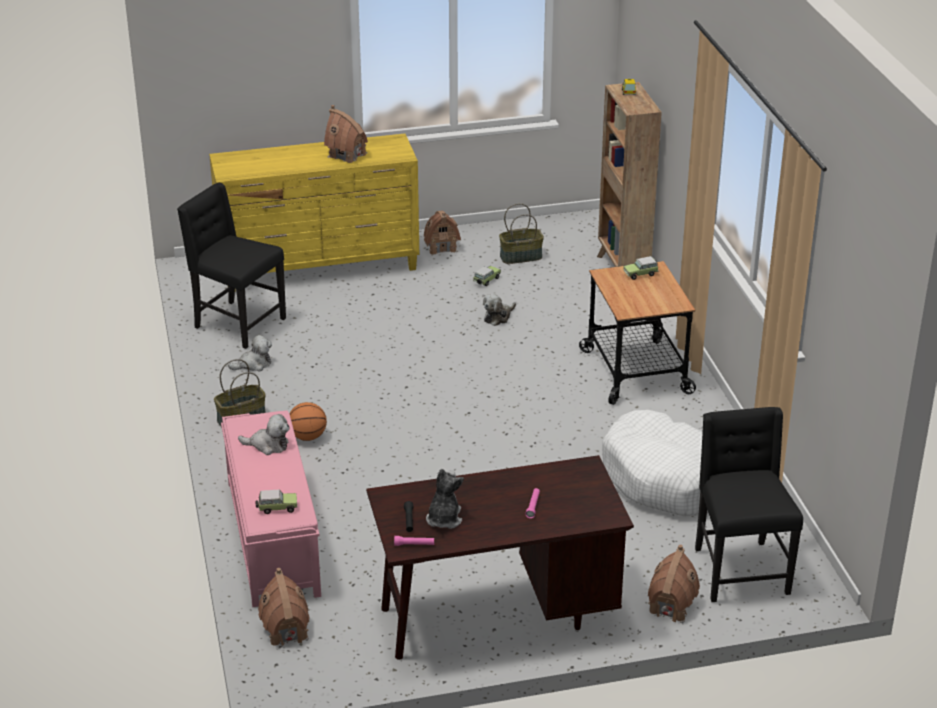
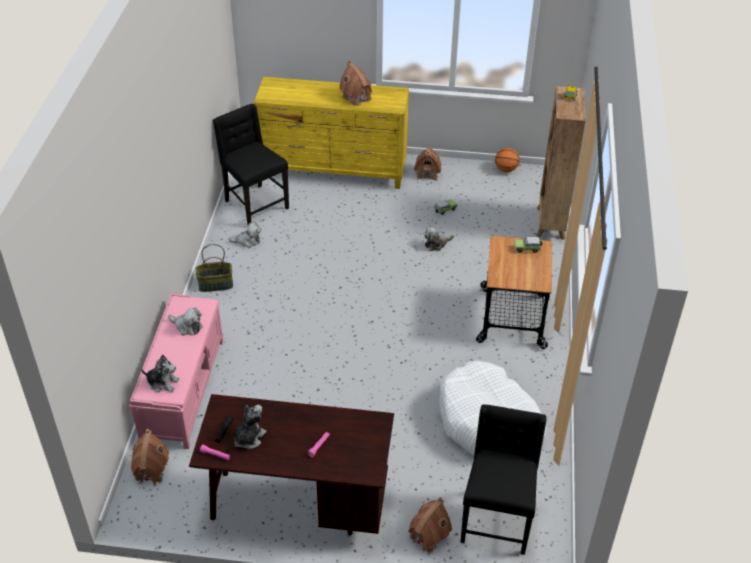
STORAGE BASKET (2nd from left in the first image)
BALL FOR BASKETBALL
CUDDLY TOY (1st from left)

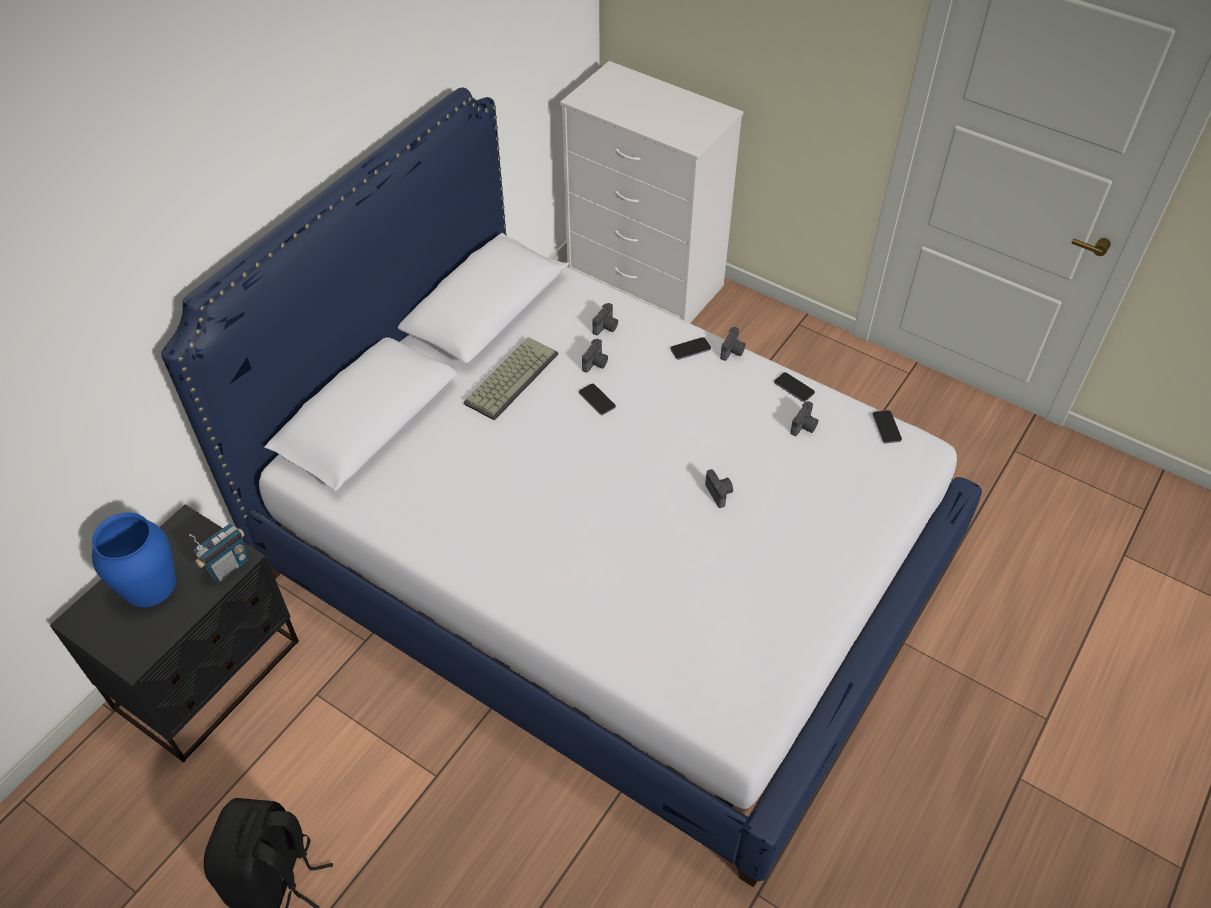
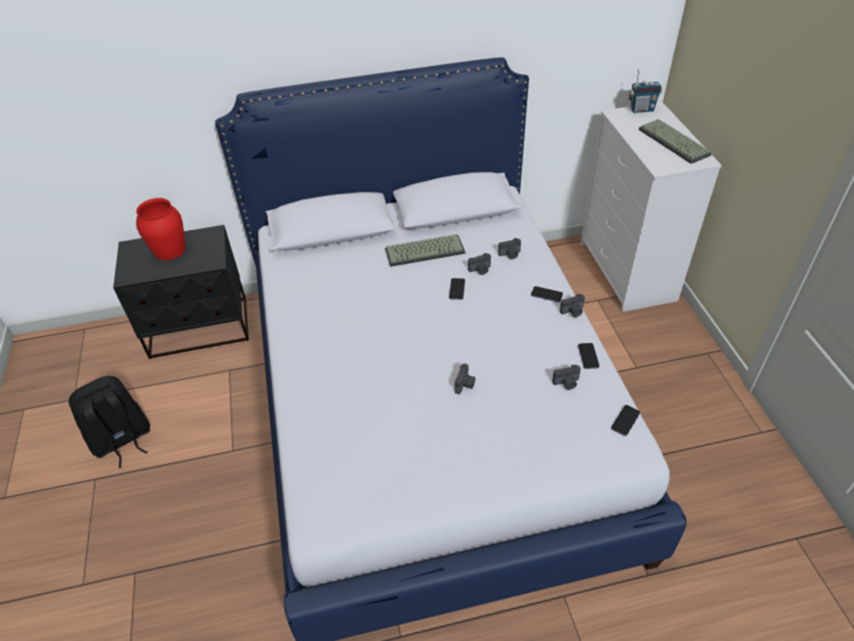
PC KEYBOARD (2nd from left)
RADIO SET
RED-COLOURED FLOWER VASE

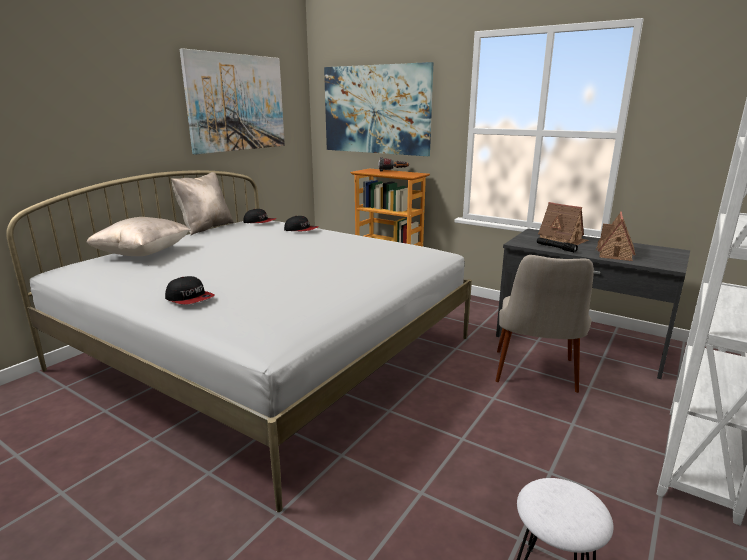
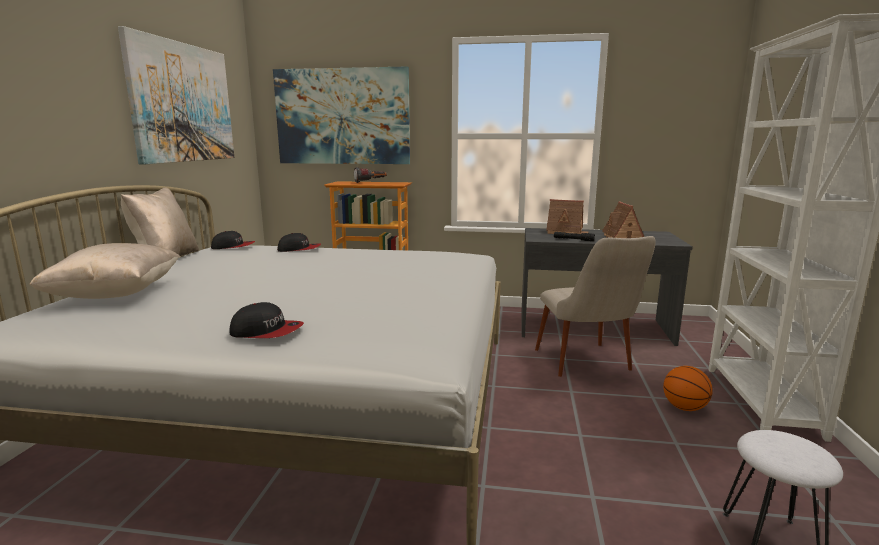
BALL FOR BASKETBALL

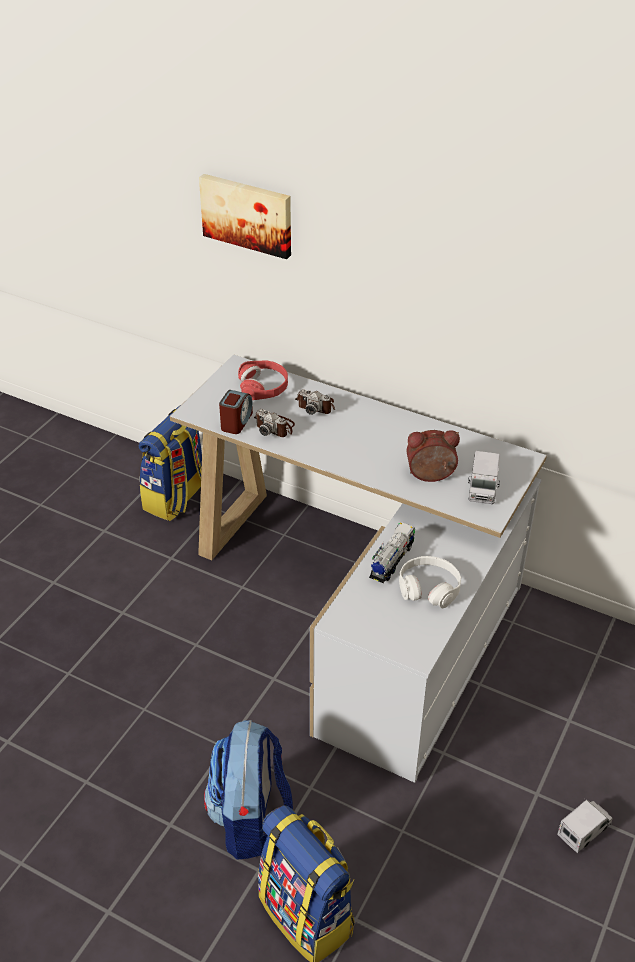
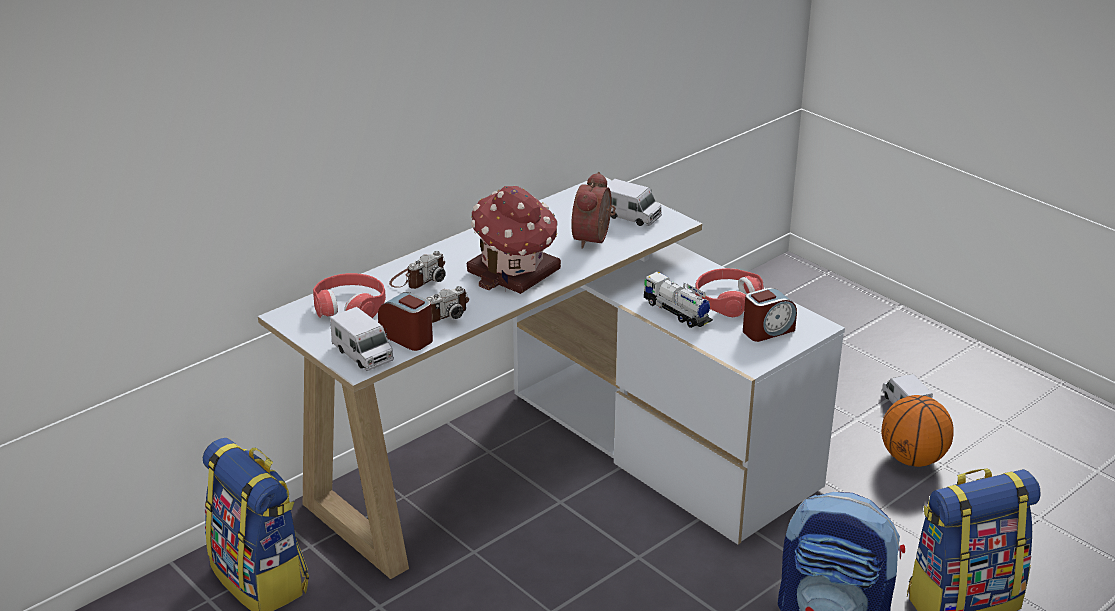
PICTURE
MODEL TRUCK (1st from left)
TOY HOUSE
BEDSIDE CLOCK (3rd from left)
BALL FOR BASKETBALL
RED-COLOURED PAIR OF HEADPHONES (2nd from left)

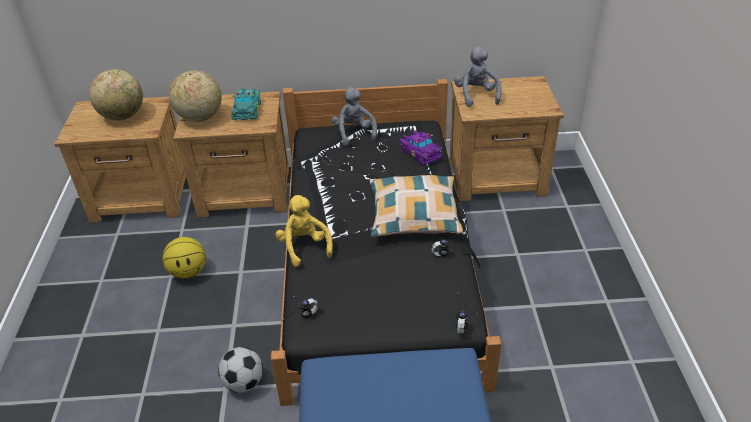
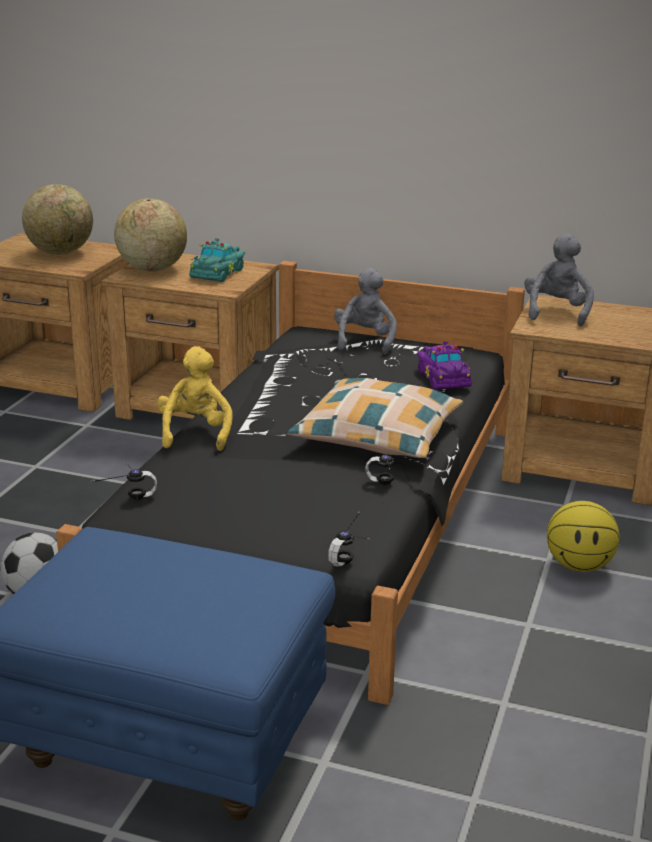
BALL FOR BASKETBALL

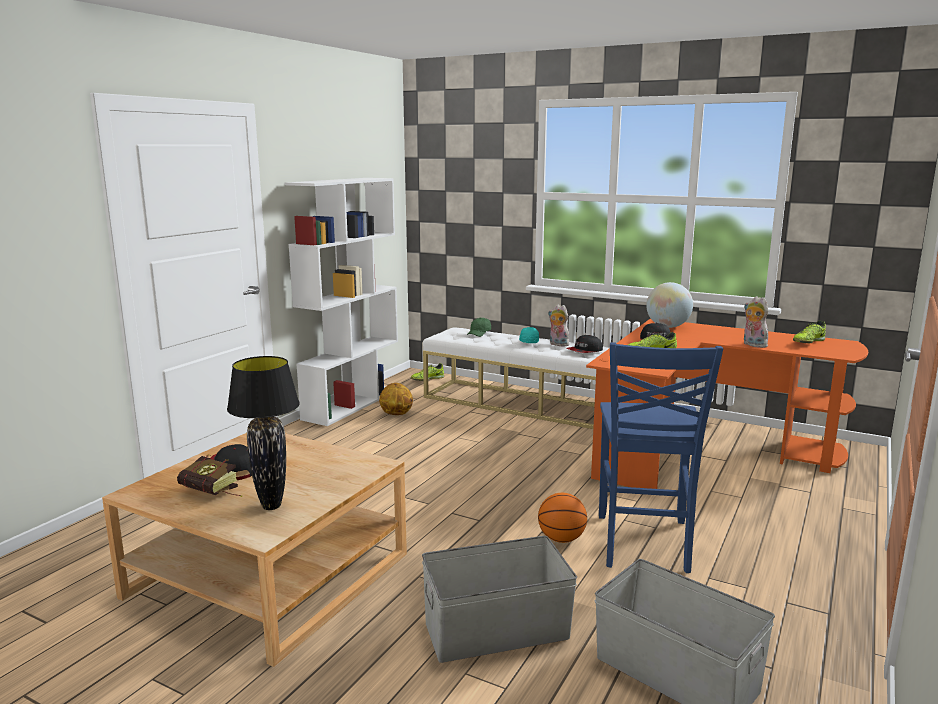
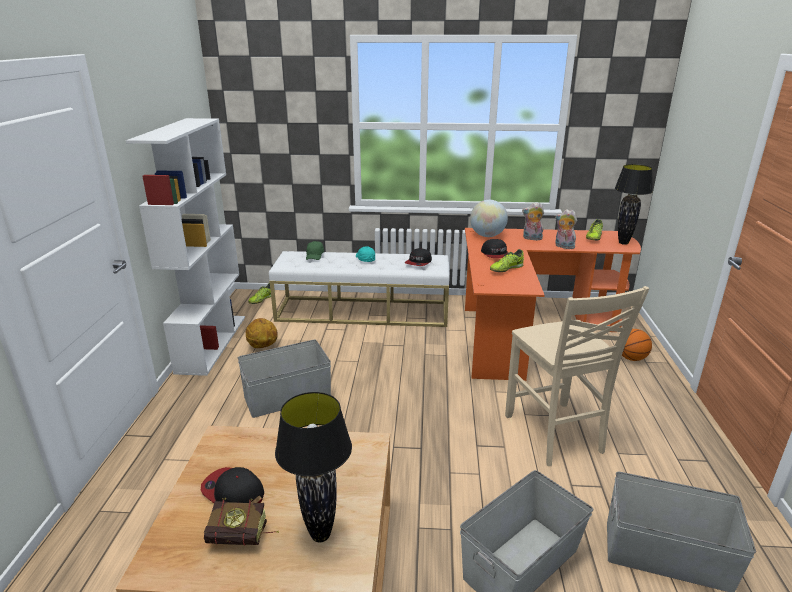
GREY STORAGE CONTAINER (1st from left)
BLACK LAMP FOR A TABLE (2nd from left)
BALL FOR BASKETBALL (2nd from left)
CUDDLY TOY (1st from left)
SAND-COLOURED CHAIR

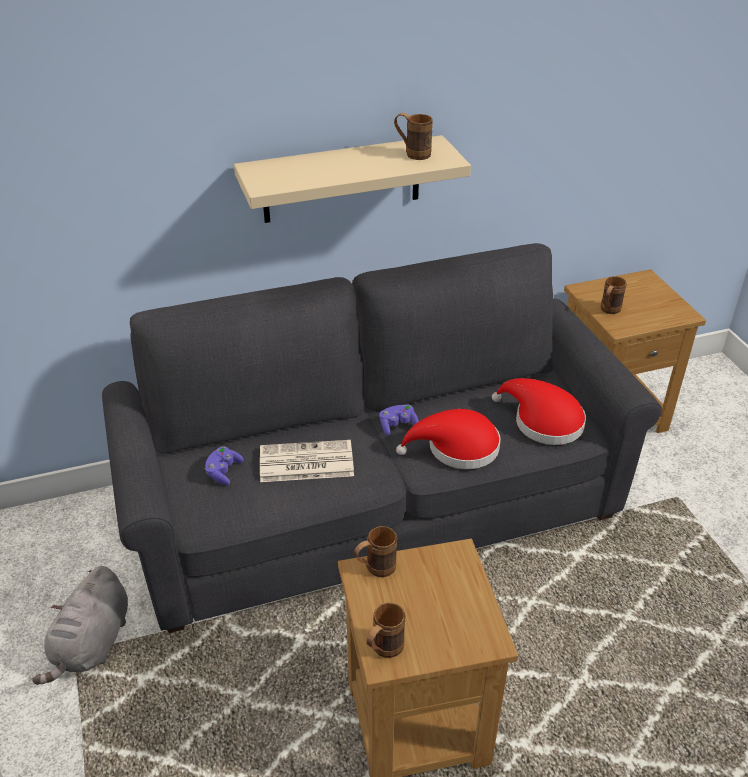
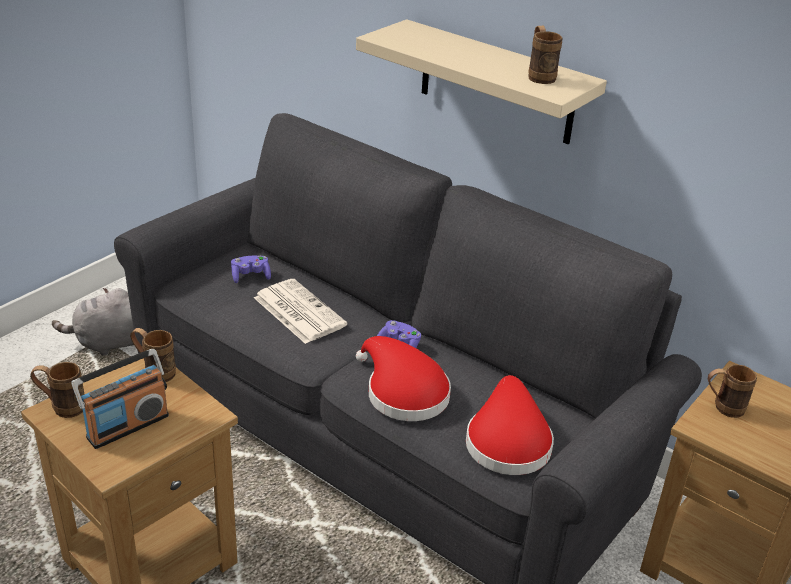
RADIO SET

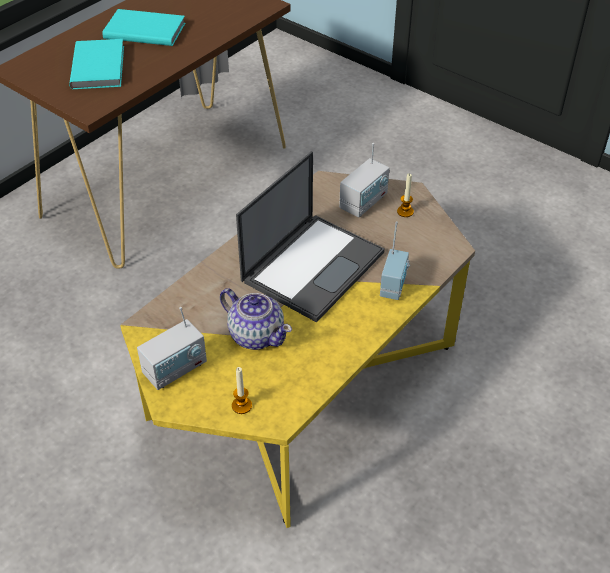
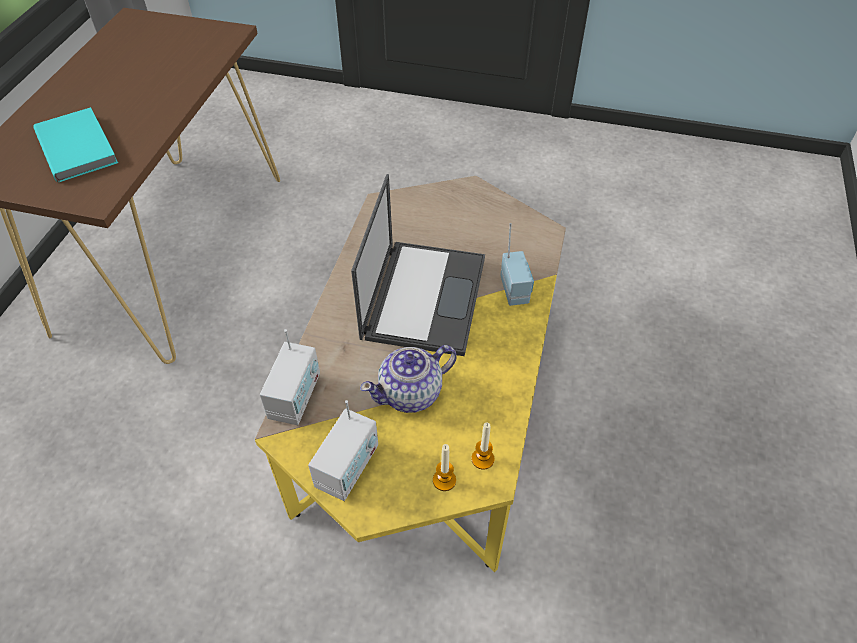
TURQUOISE BOUND BOOK (2nd from left in the first image)
RADIO SET (1st from left)
WAX LIGHT (2nd from left)
TEAPOT

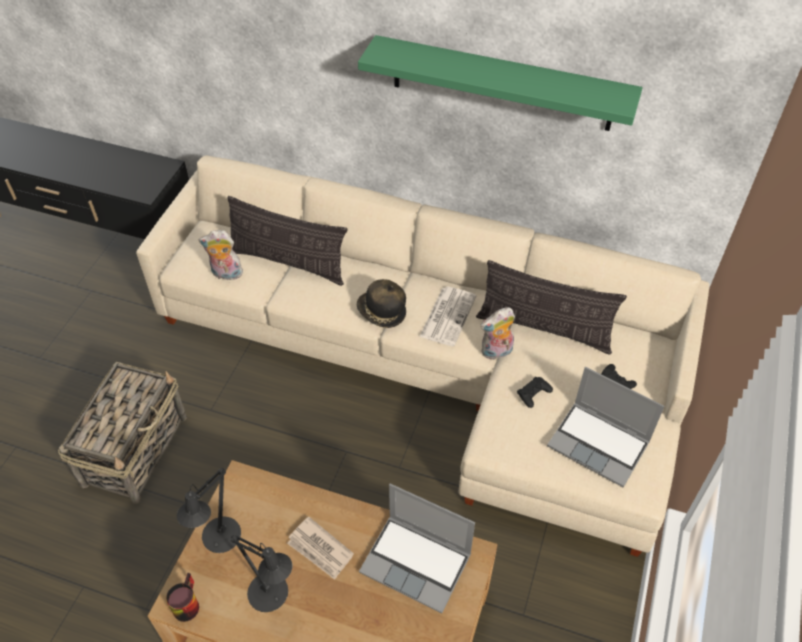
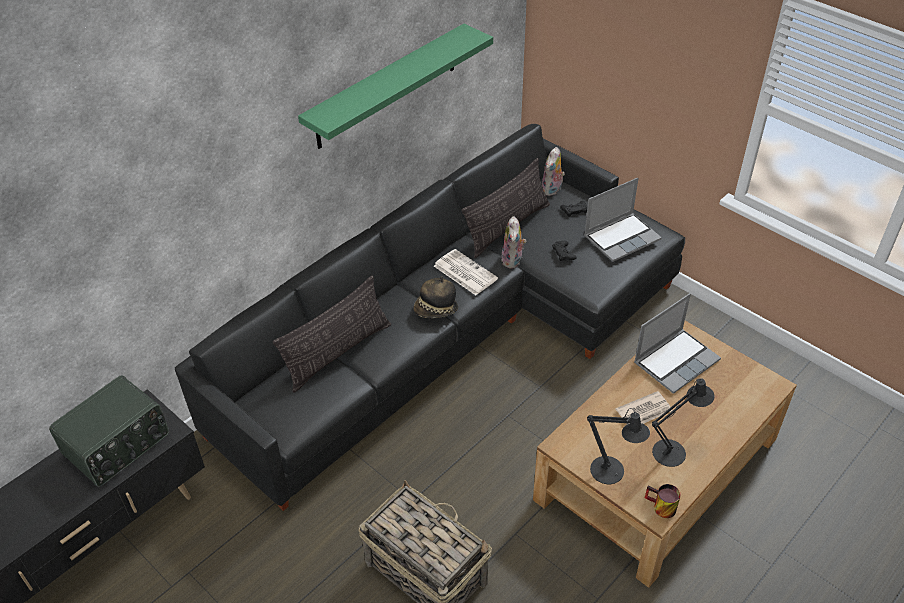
RADIO SET
CUDDLY TOY (2nd from left)
BLACK COUCH

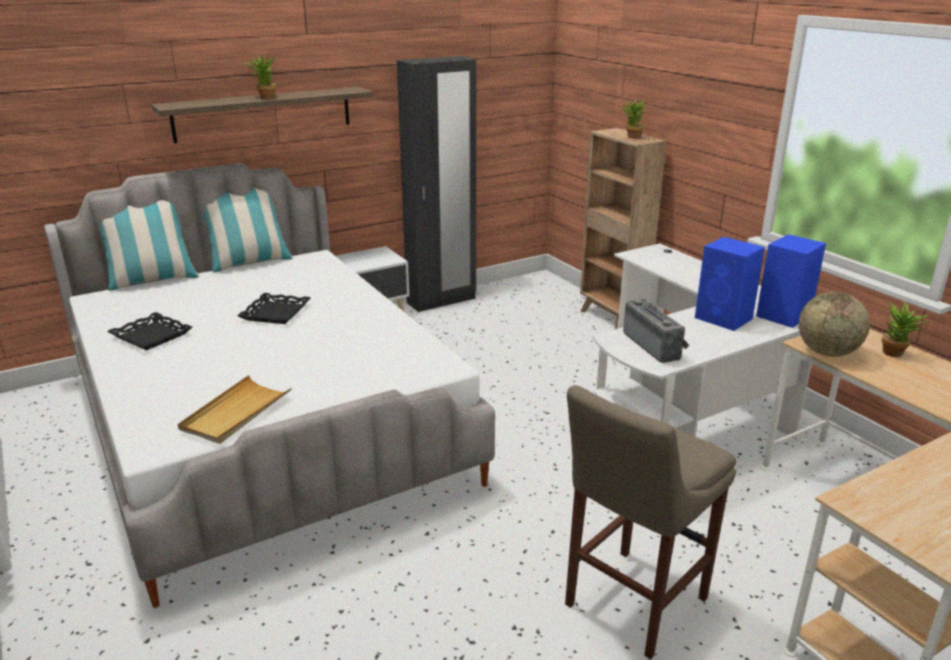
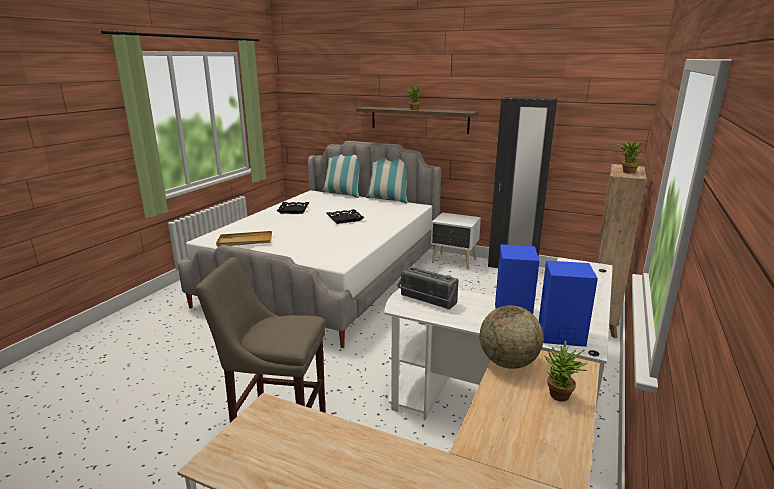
RADIO SET

